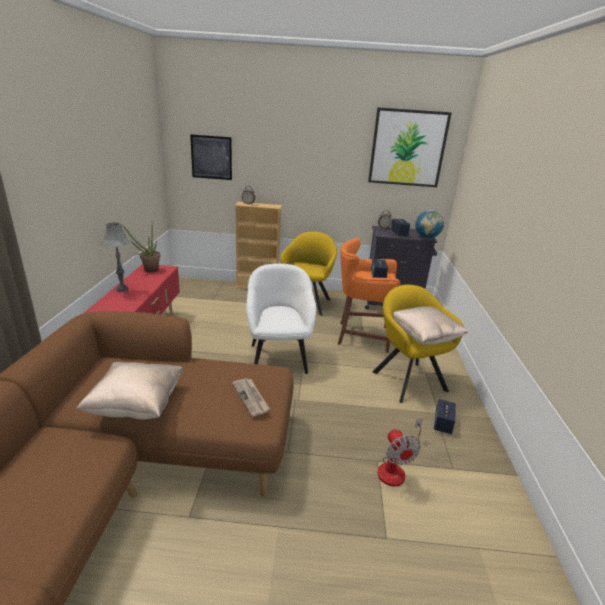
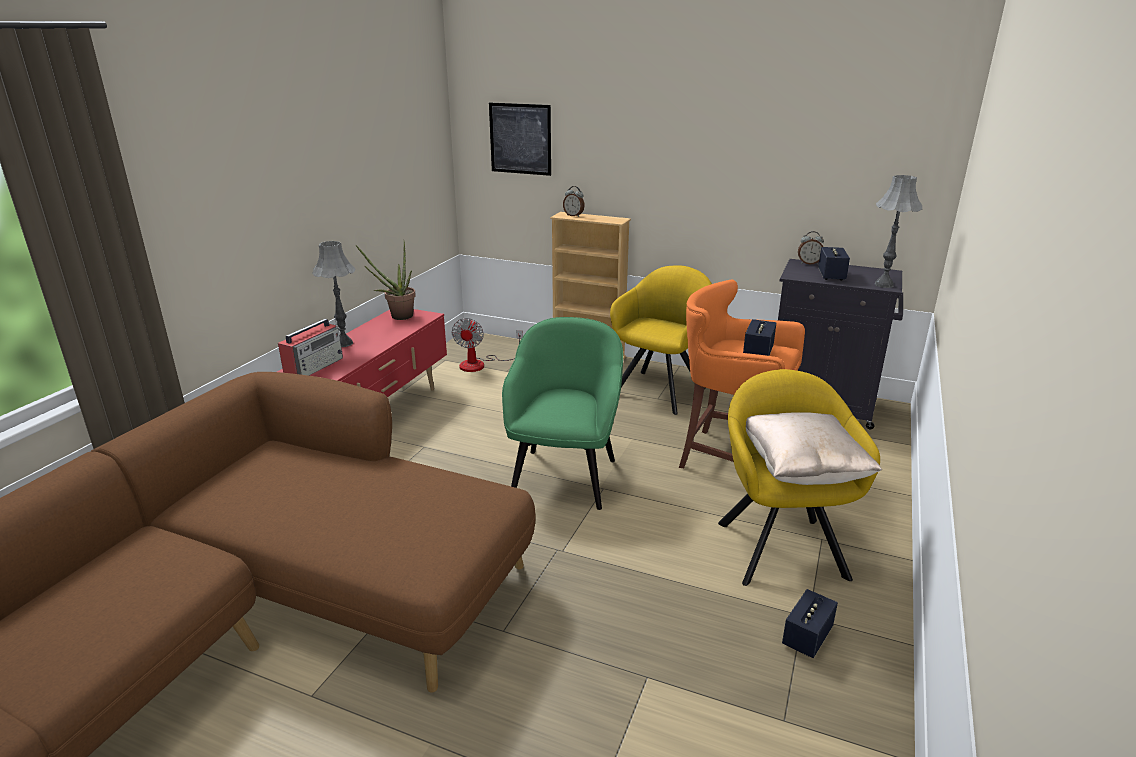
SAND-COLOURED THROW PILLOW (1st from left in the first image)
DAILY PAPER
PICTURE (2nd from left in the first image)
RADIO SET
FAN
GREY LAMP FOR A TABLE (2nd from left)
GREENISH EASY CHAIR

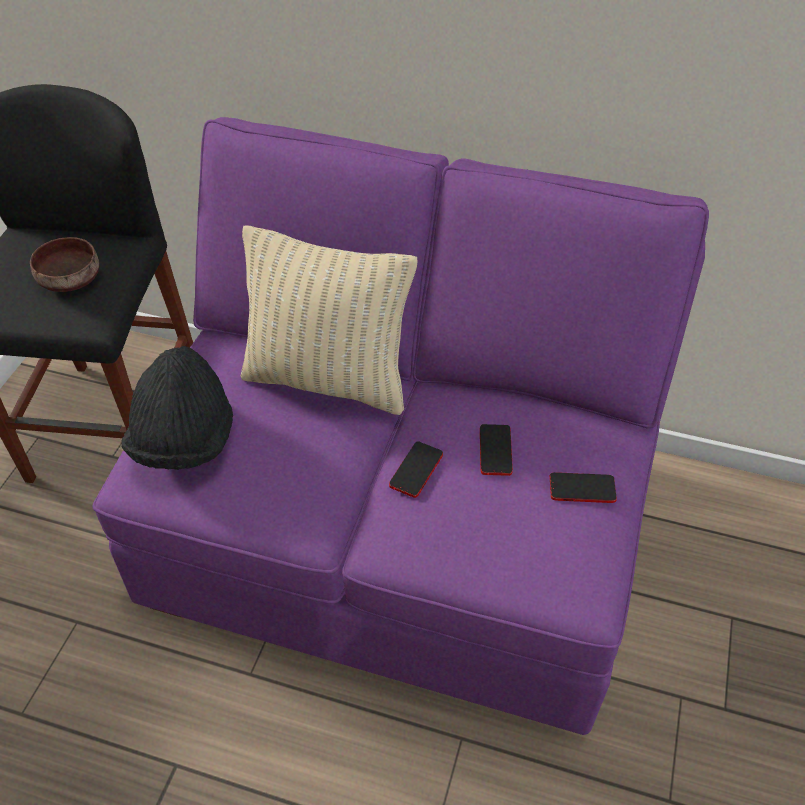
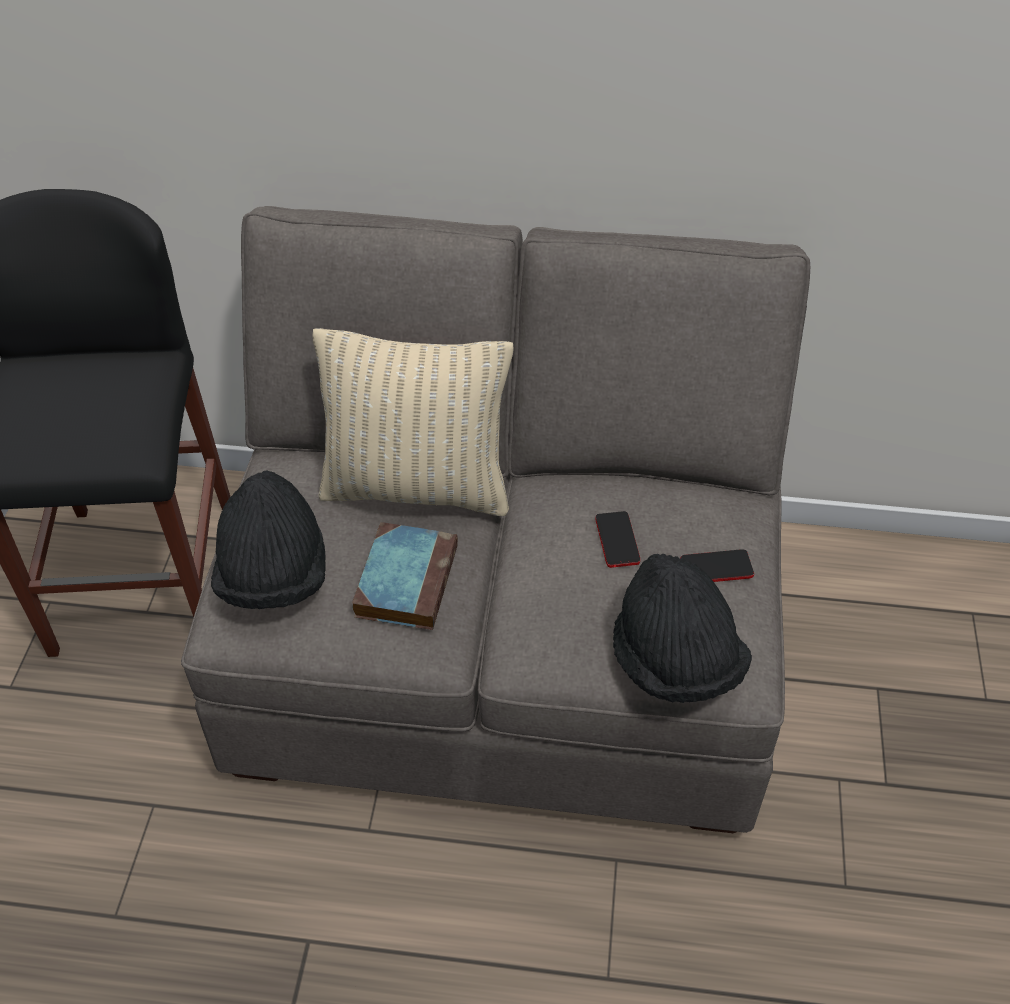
BROWNISH SERVING BOWL
TELEPHONE (1st from left in the first image)
BOUND BOOK
BLACK WEARABLE HAT (2nd from left)
GREY COUCH

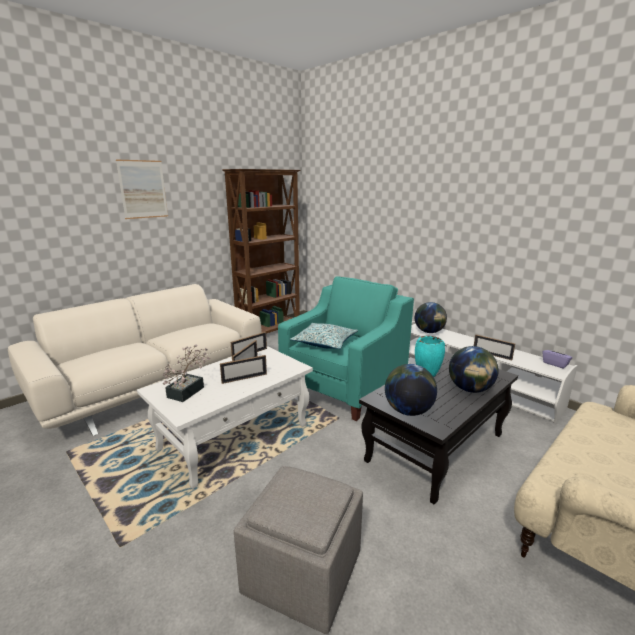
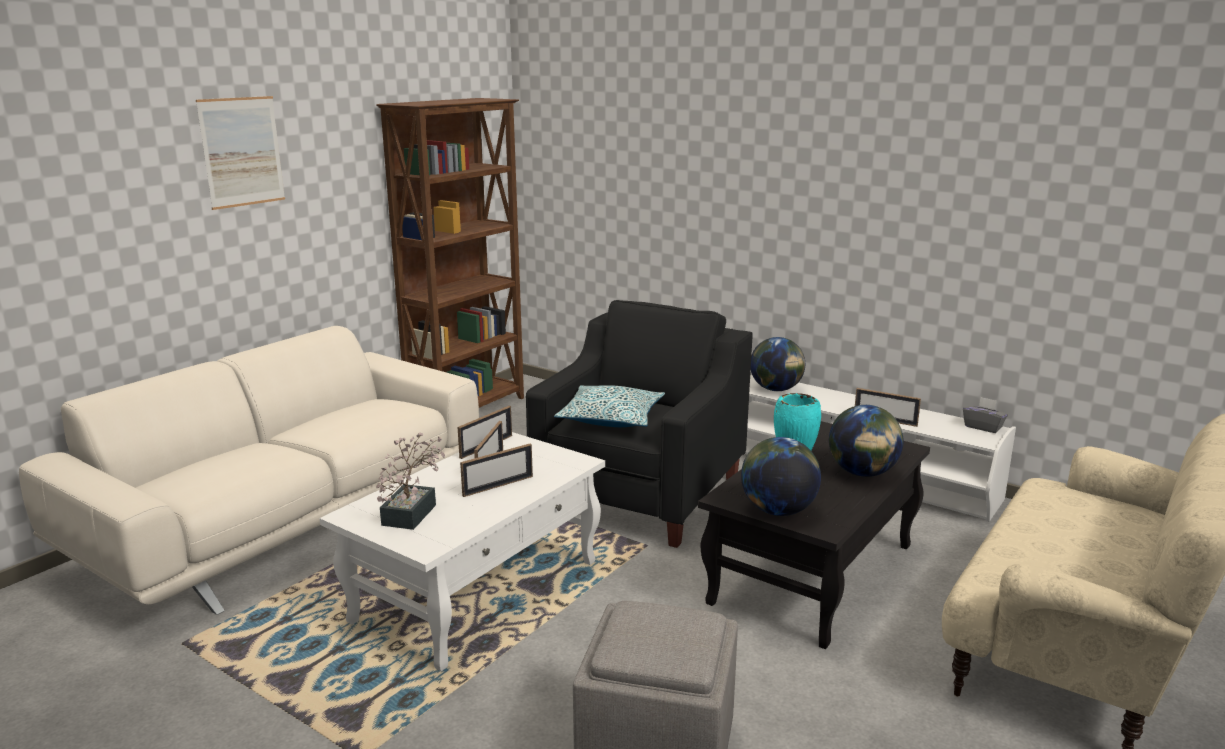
BLACK EASY CHAIR
GREY BOX OF TISSUES

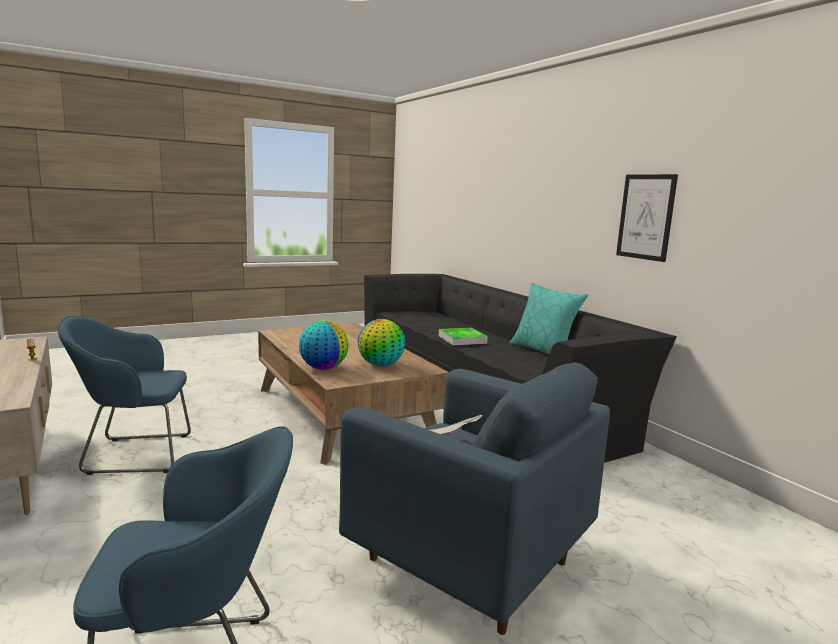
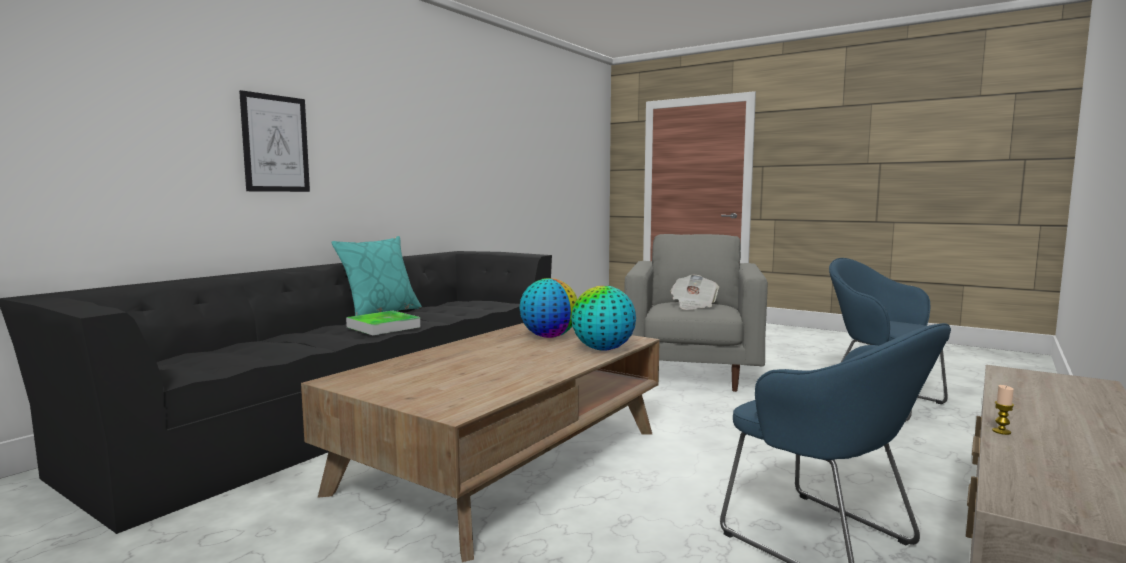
PICTURE
GREY EASY CHAIR

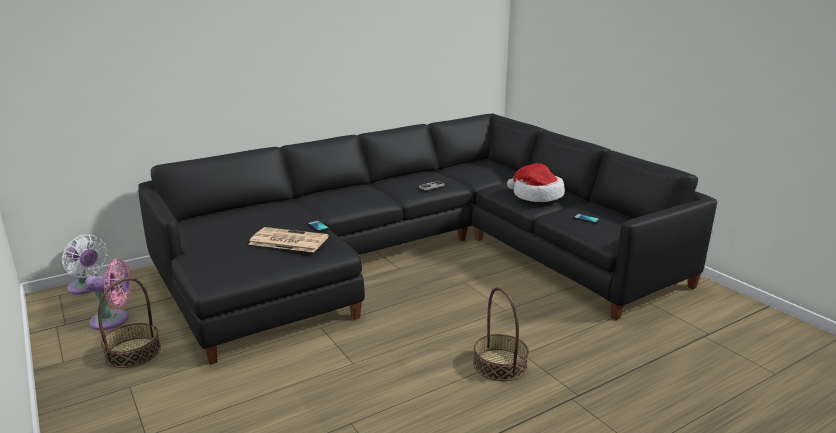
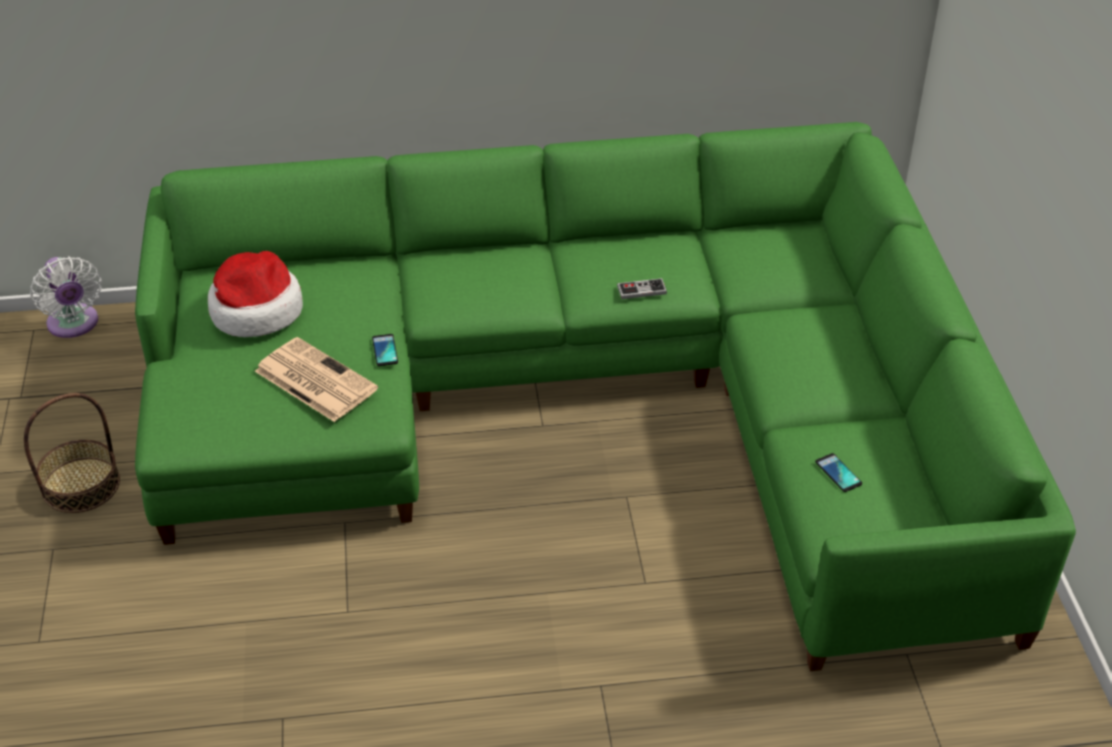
PINKISH FAN
STORAGE BASKET (2nd from left in the first image)
WEARABLE HAT
GREENISH COUCH

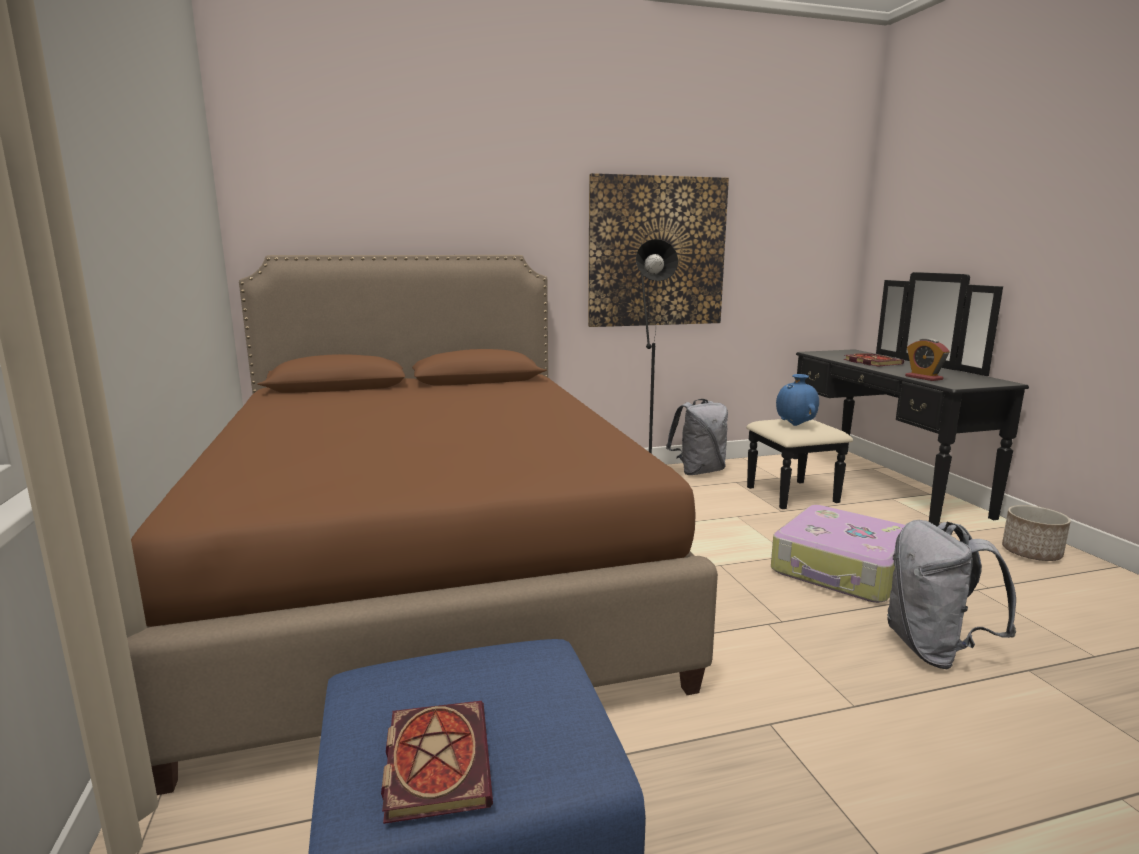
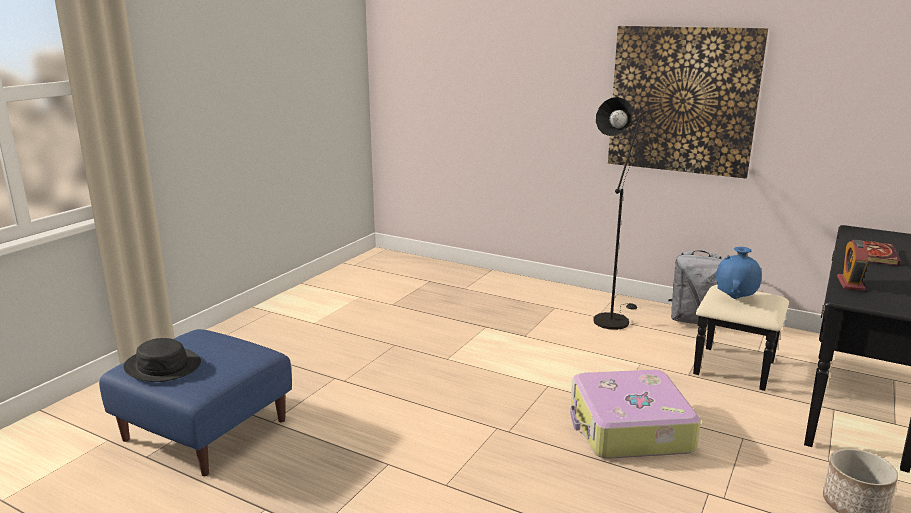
BROWNISH BED
GREY BACKPACK (2nd from left in the first image)
BLACK WEARABLE HAT

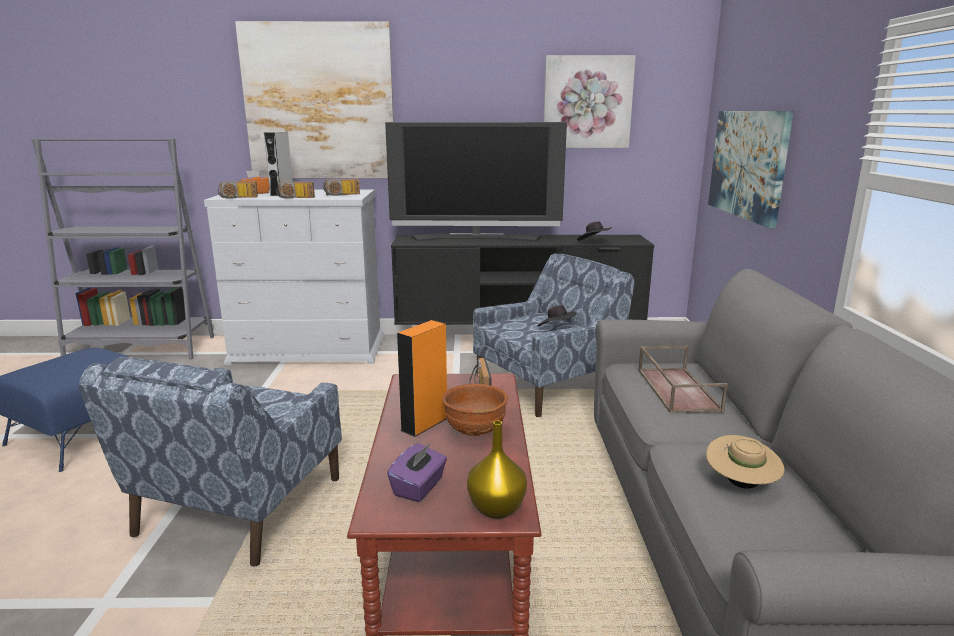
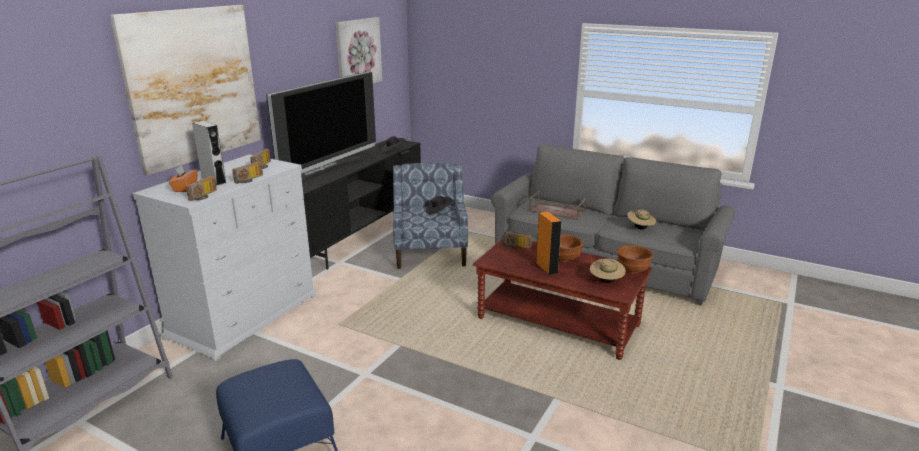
BLUISH EASY CHAIR (1st from left in the first image)
PICTURE (3rd from left in the first image)
SAND-COLOURED WEARABLE HAT (1st from left)
BROWNISH SERVING BOWL (2nd from left)

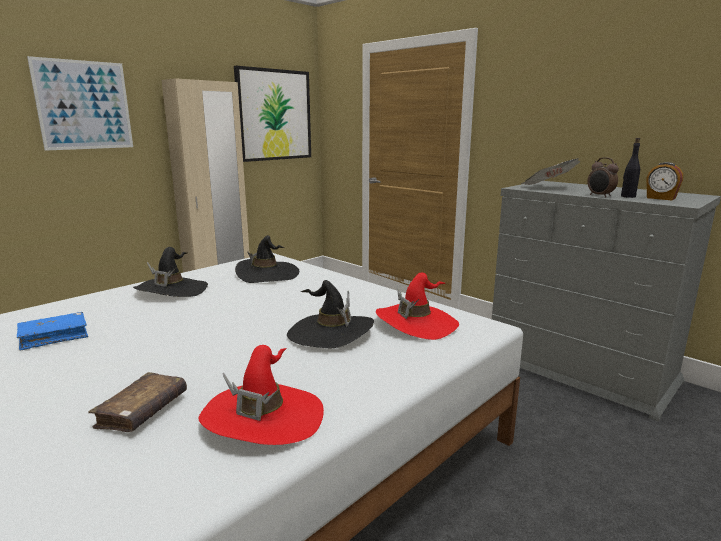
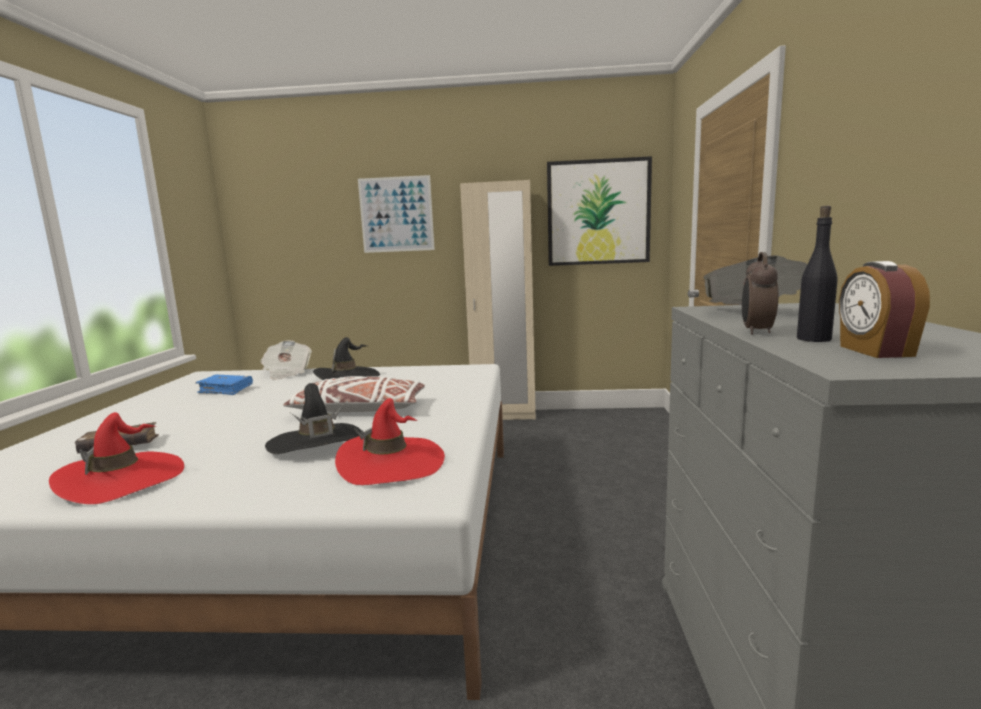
BLACK WEARABLE HAT (2nd from left in the first image)
DAILY PAPER (1st from left)
WHITISH THROW PILLOW

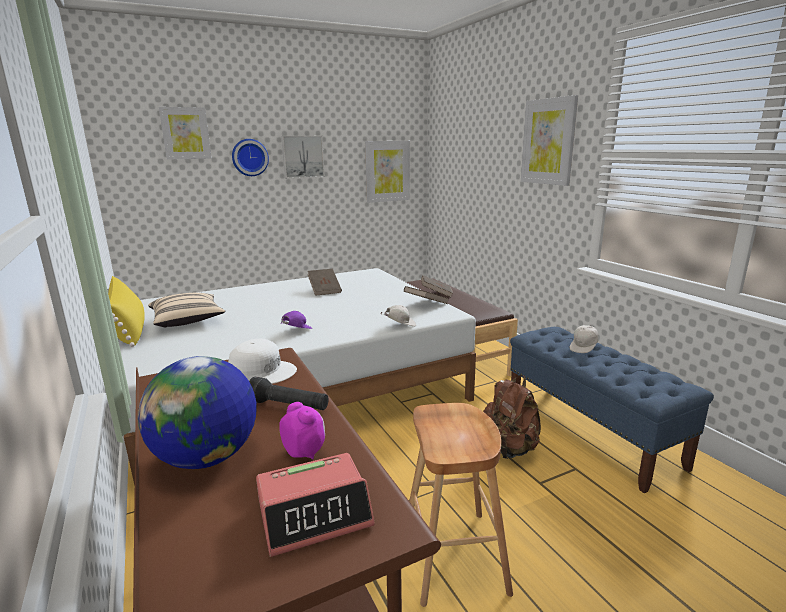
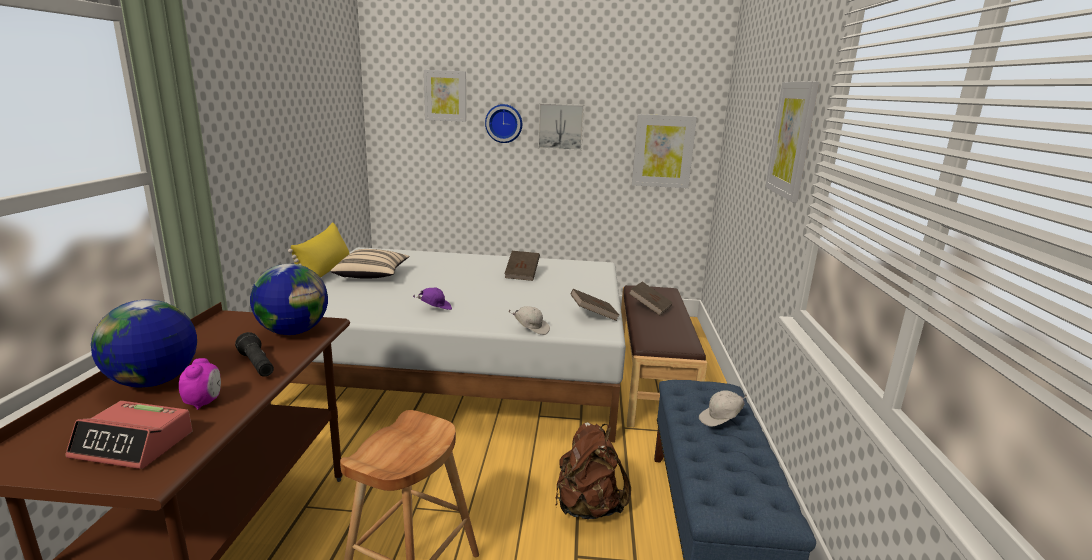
GLOBE (2nd from left)

